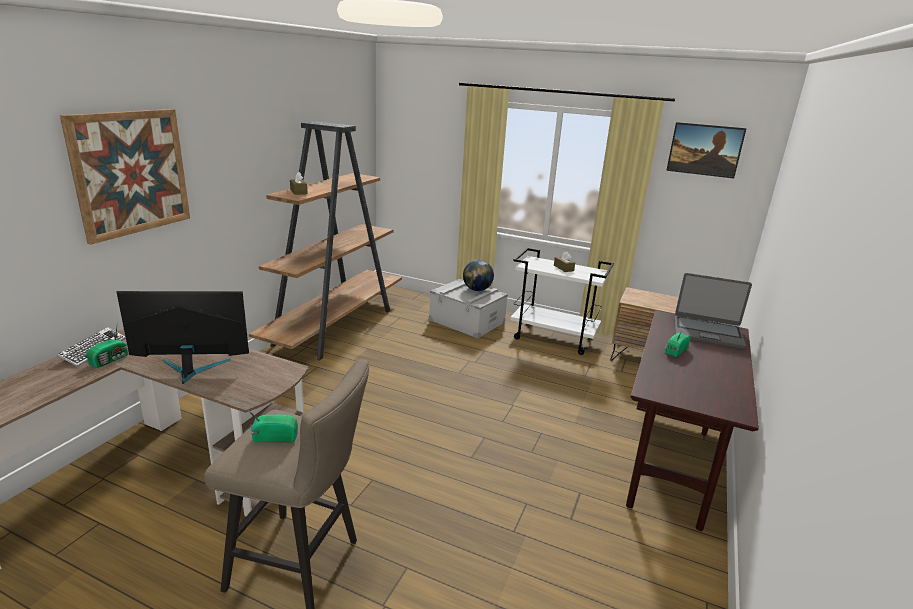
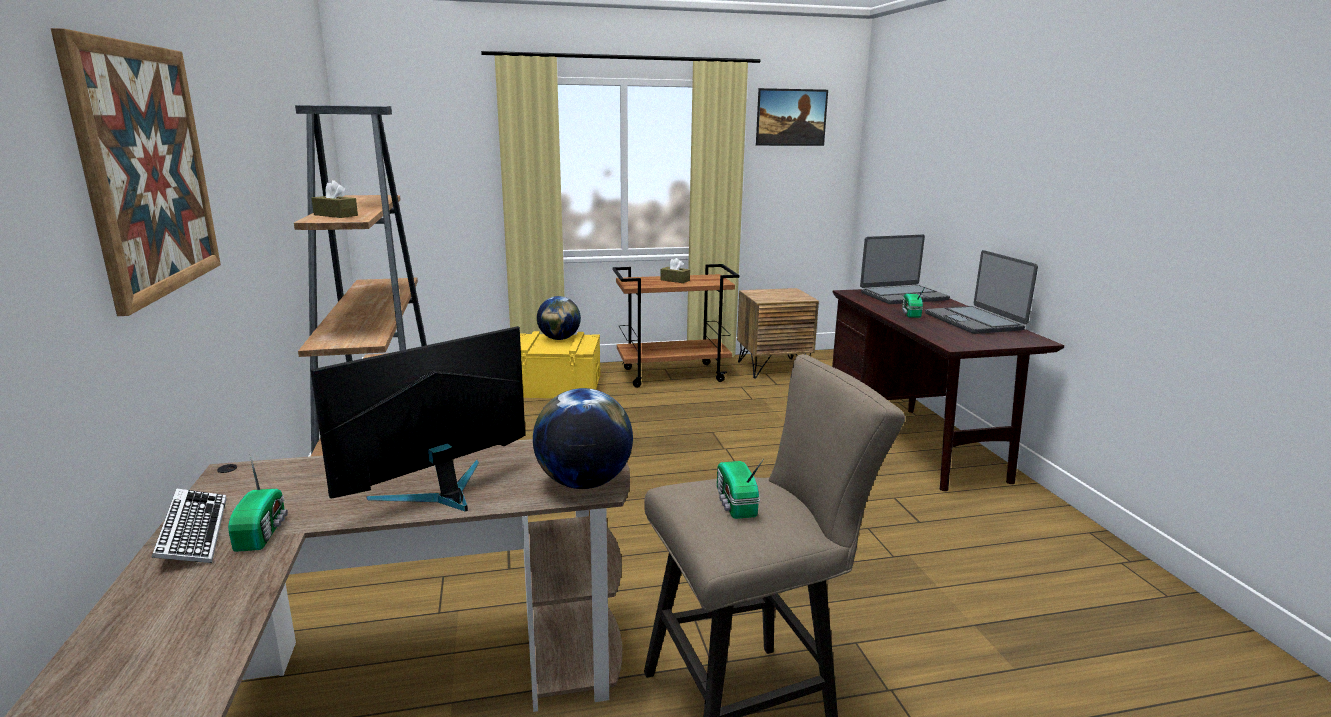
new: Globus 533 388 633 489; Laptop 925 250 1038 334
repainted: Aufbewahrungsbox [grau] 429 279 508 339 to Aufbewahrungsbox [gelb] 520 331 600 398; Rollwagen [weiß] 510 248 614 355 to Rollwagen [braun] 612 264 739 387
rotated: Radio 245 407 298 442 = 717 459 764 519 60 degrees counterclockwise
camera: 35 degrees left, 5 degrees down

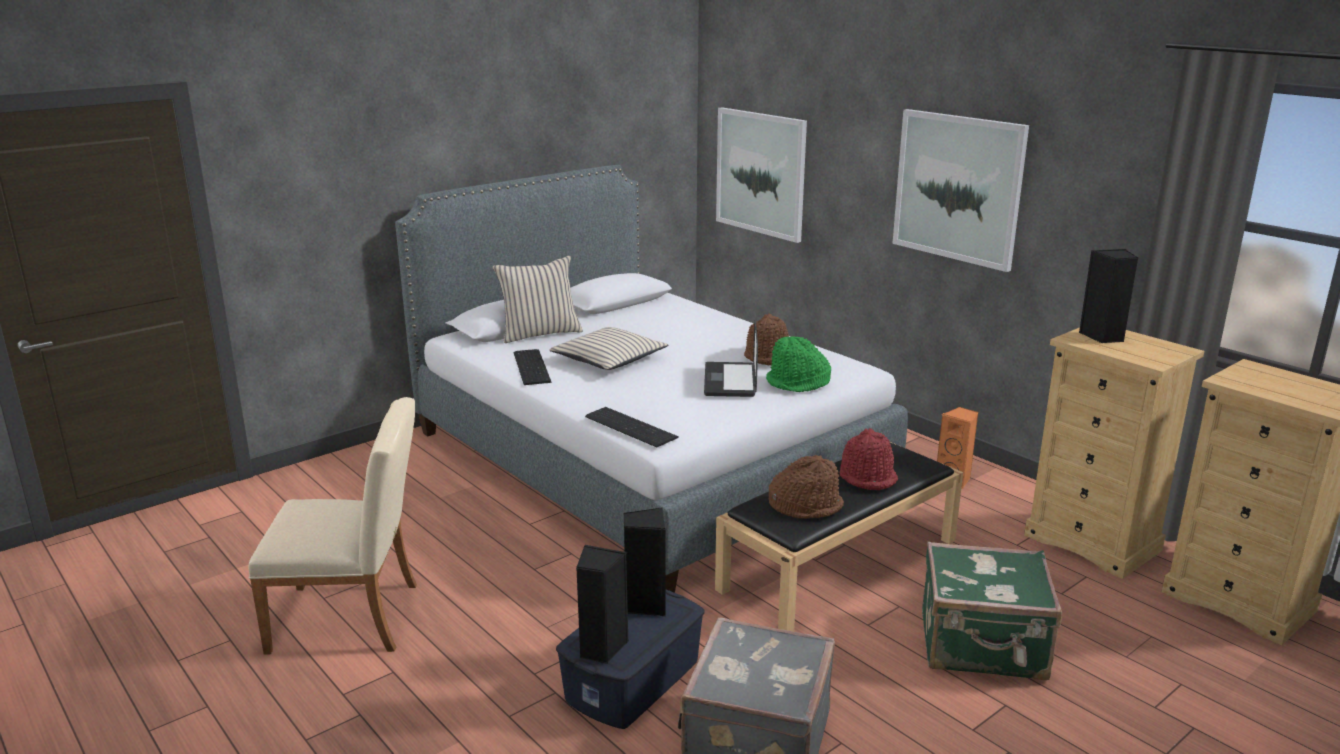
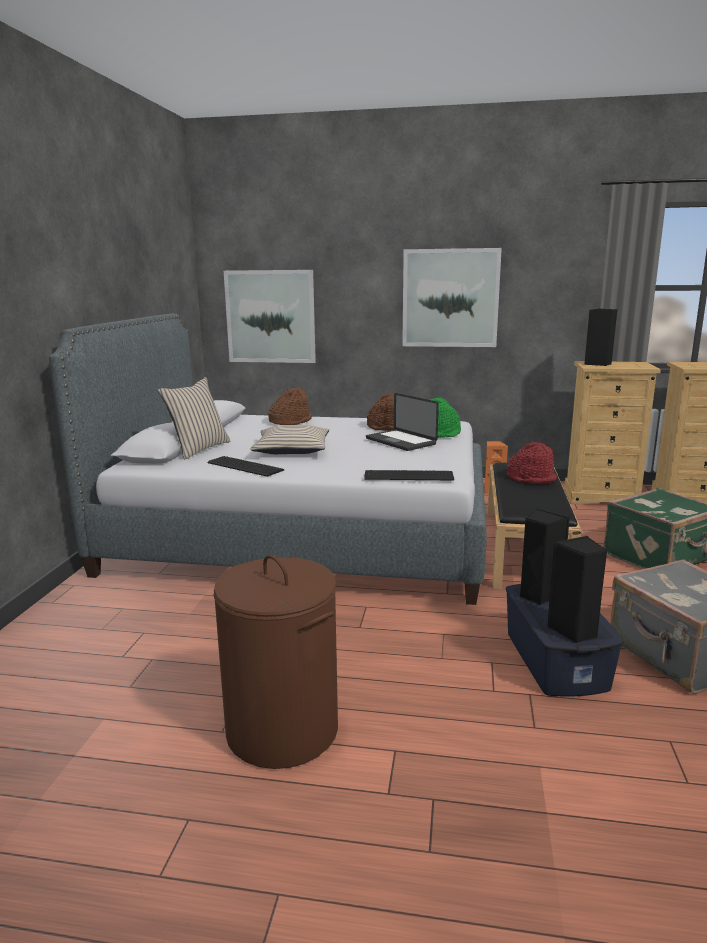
shifted: Hut [braun] 769 455 844 519 to 268 388 312 425
swapped: Stuhl [beige] 249 397 417 655 to Wäschekorb [braun] 213 555 338 769
camera: 40 degrees left, 5 degrees down

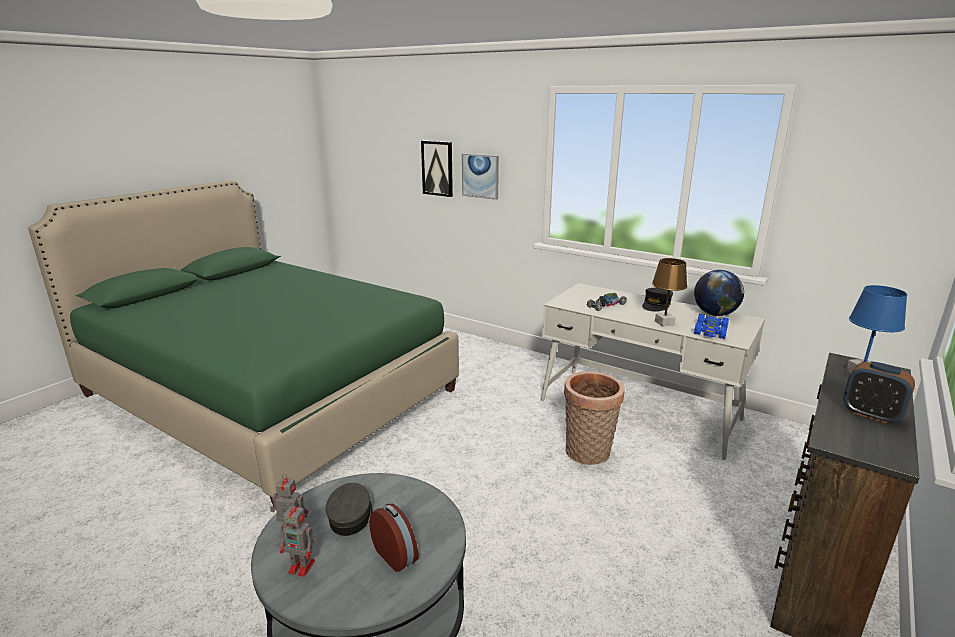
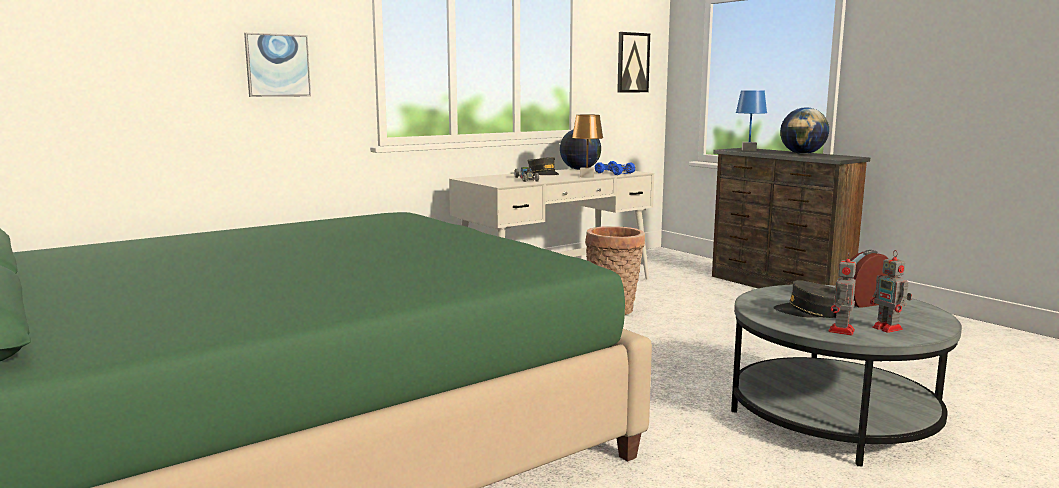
shifted: Bild 421 141 453 197 to 617 32 650 92
swapped: Wecker 843 362 915 424 to Globus 780 107 829 154
rotated: Spielzeugroboter 279 503 318 577 = 870 250 912 333 120 degrees clockwise
camera: 70 degrees left, 10 degrees down

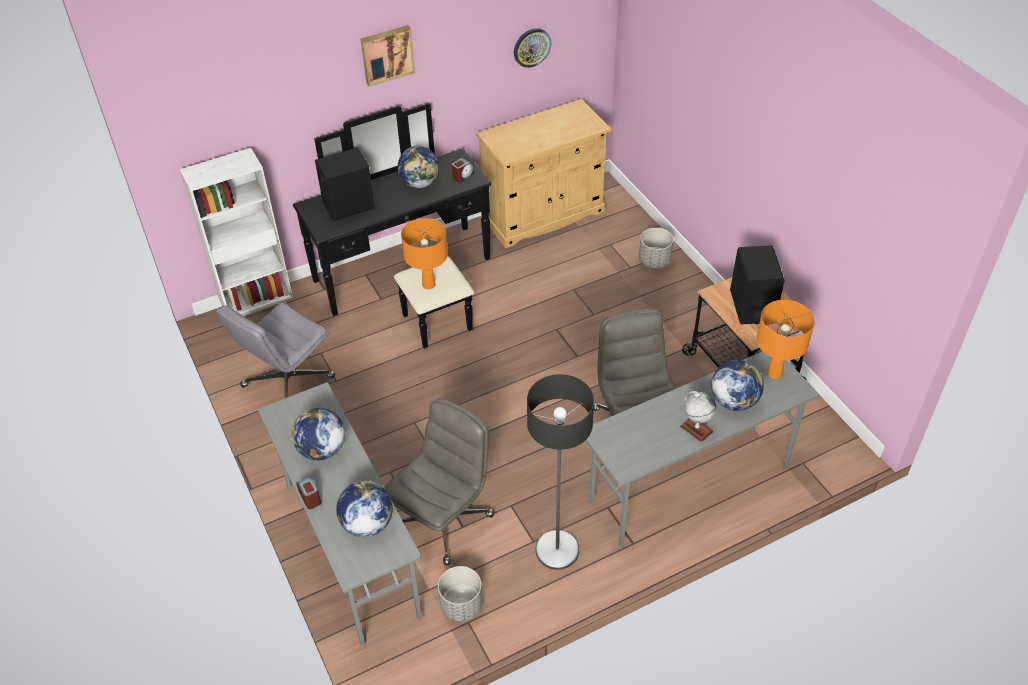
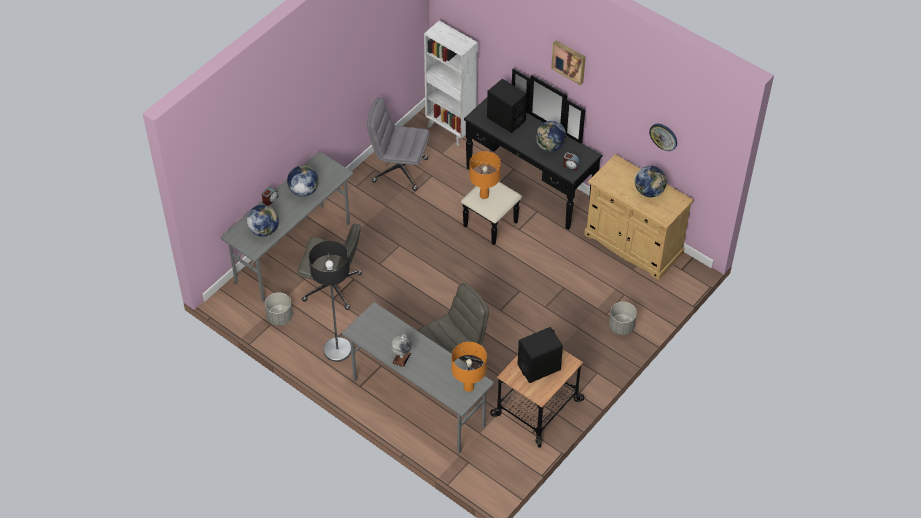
shifted: Globus 711 360 764 411 to 635 166 667 198
camera: 65 degrees right, 5 degrees up

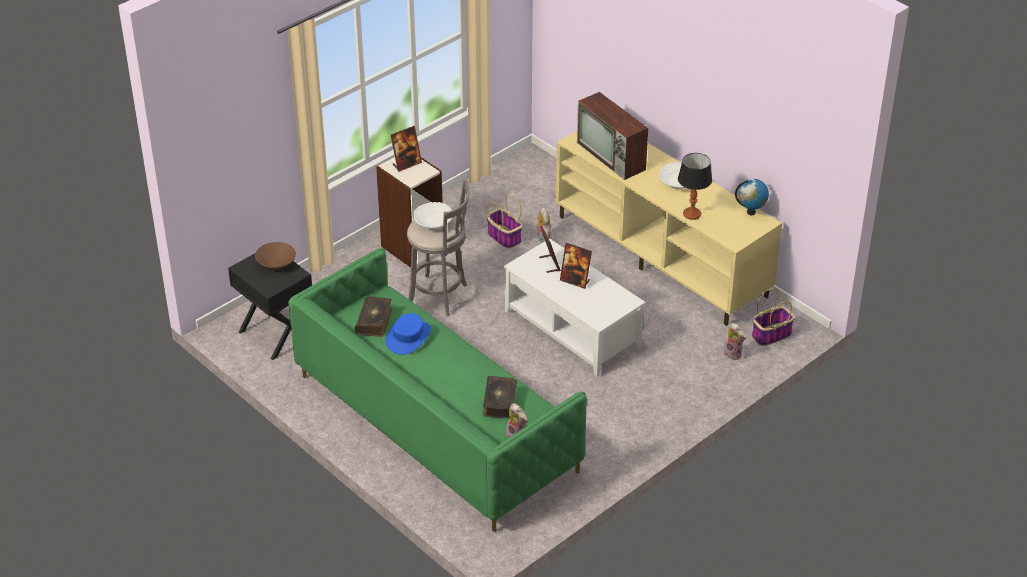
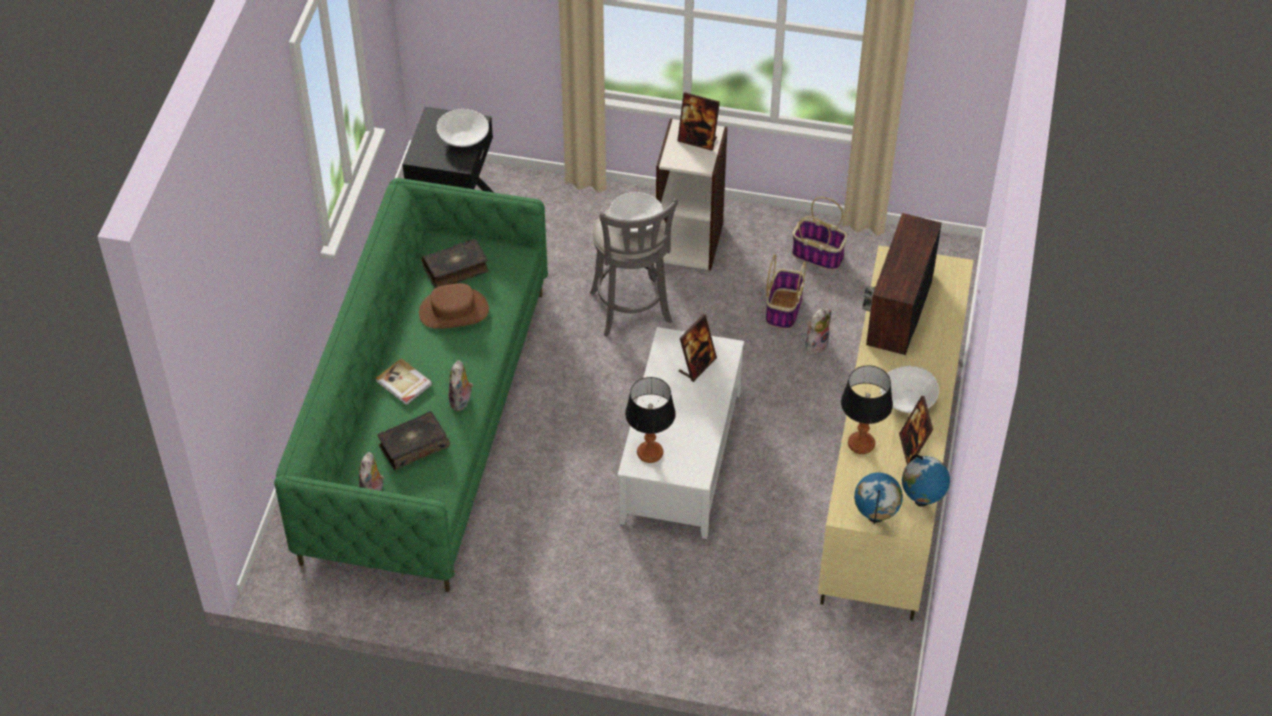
new: Buch 376 358 433 405; Tischlampe 625 377 676 463; Globus 854 472 903 524
shifted: Bilderrahmen 560 243 592 289 to 899 396 933 465; Plüschtier 723 323 746 360 to 449 360 473 411; Korb 752 288 795 346 to 792 197 847 270
repainted: Schüssel [braun] 255 242 296 270 to Schüssel [weiß] 436 109 489 147; Hut [blau] 386 313 431 355 to Hut [braun] 419 283 489 329
camera: 55 degrees right, 10 degrees up

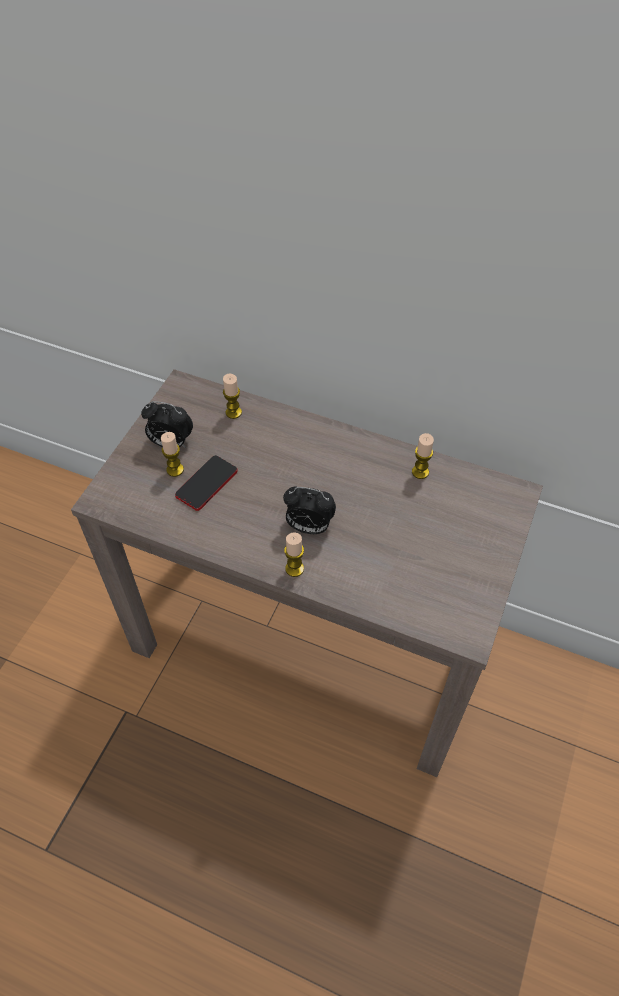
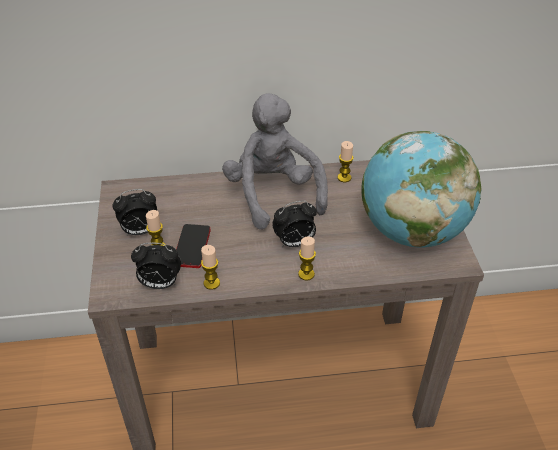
new: Wecker 131 243 181 289; Plüschtier [grau] 222 93 328 230; Globus 361 131 482 247
shifted: Kerze 223 374 242 419 to 201 245 220 290
camera: 30 degrees left, 10 degrees down

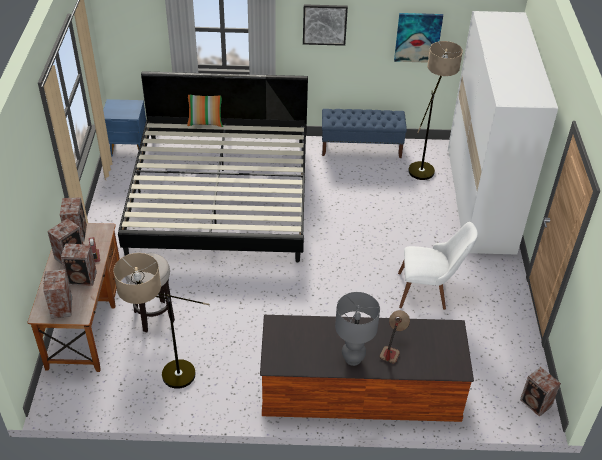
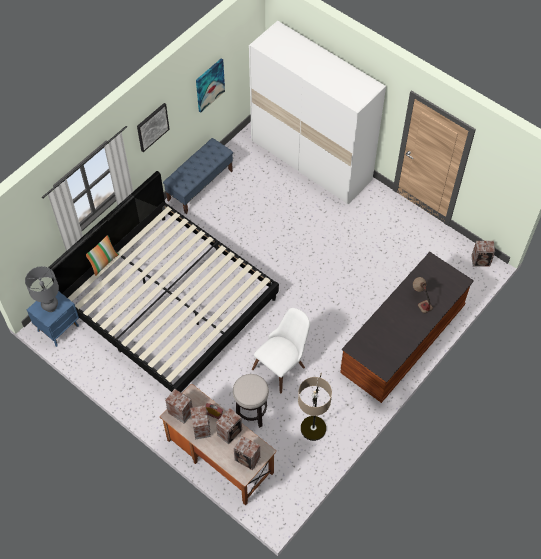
gone: Stehlampe 408 41 463 180
shifted: Tischlampe [grau] 335 292 380 366 to 25 266 59 312; Stuhl [weiß] 398 222 478 310 to 252 308 310 393
camera: 50 degrees left, 15 degrees up

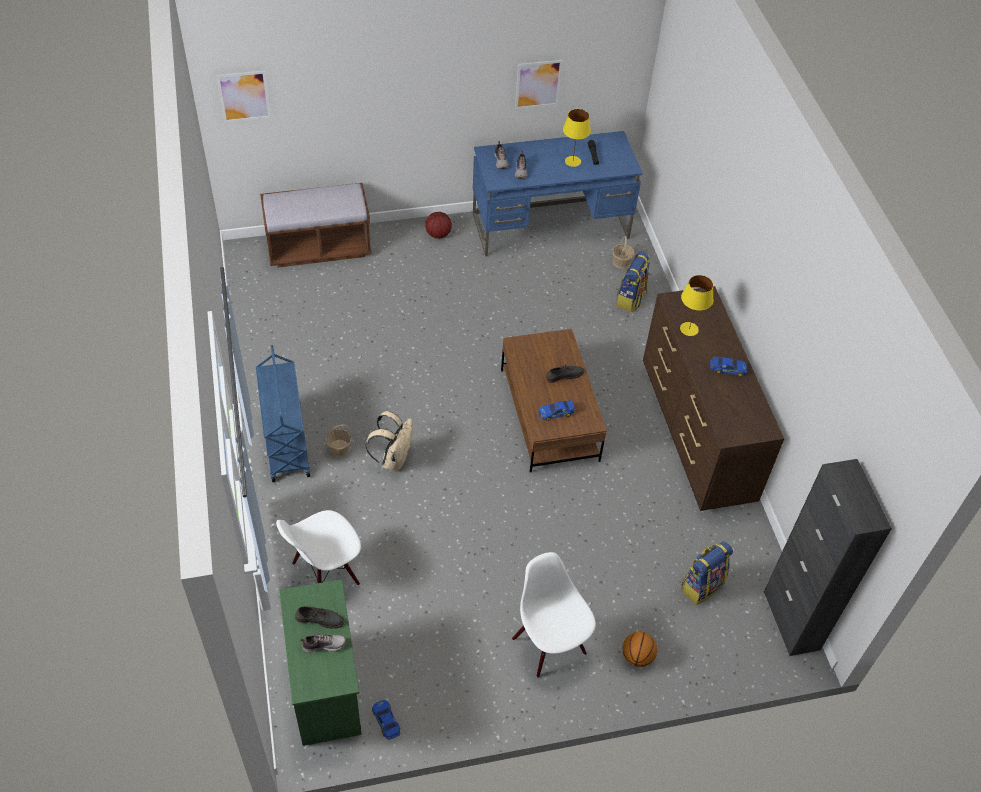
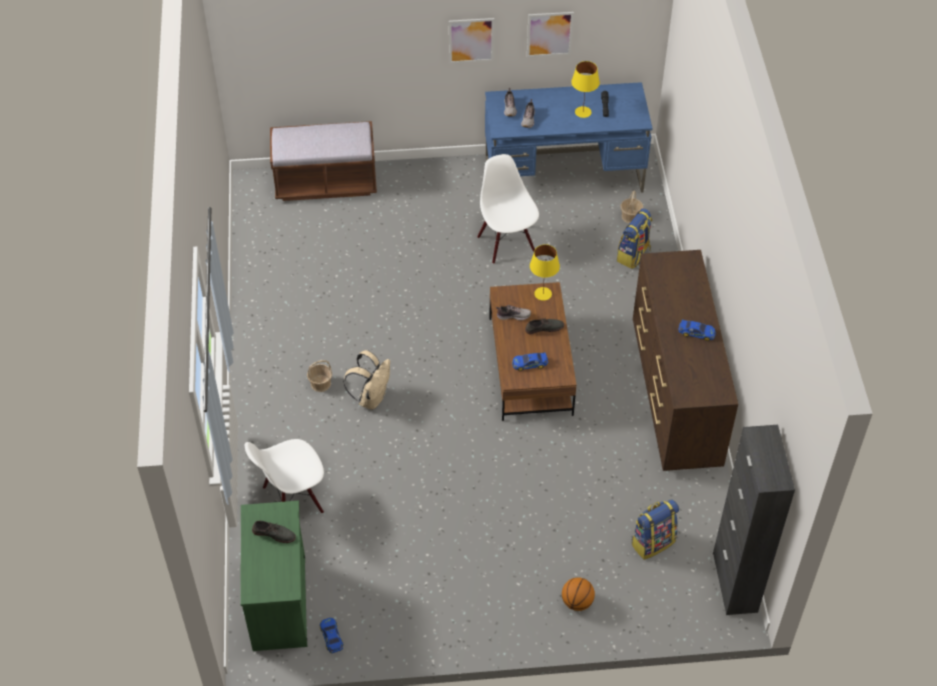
gone: Rollwagen [blau] 256 345 311 482; Basketball 425 212 452 239
shifted: Bild 216 70 271 122 to 449 18 494 63; Schuh 300 634 346 653 to 496 305 531 320; Stuhl [weiß] 512 552 596 678 to 477 154 539 264; Tischlampe [gelb] 680 275 713 336 to 530 244 560 300
camera: 10 degrees right, 0 degrees up

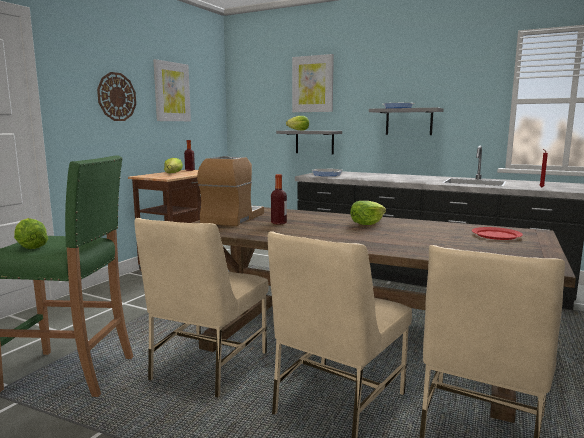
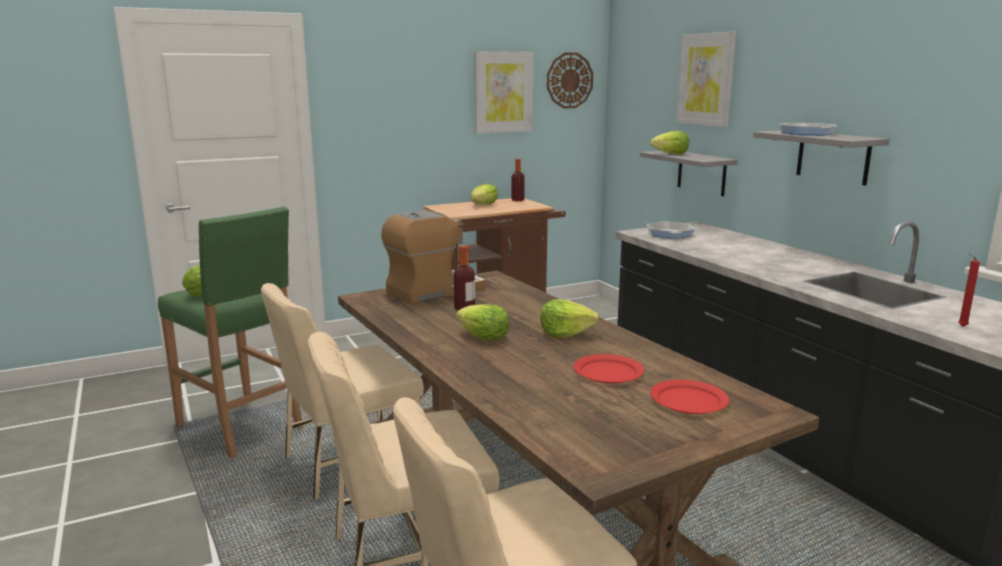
new: Salatkopf 456 304 509 341; Teller [rot] 574 354 644 384
shifted: Wanduhr 97 72 136 121 to 547 52 593 109
camera: 35 degrees right, 5 degrees up

